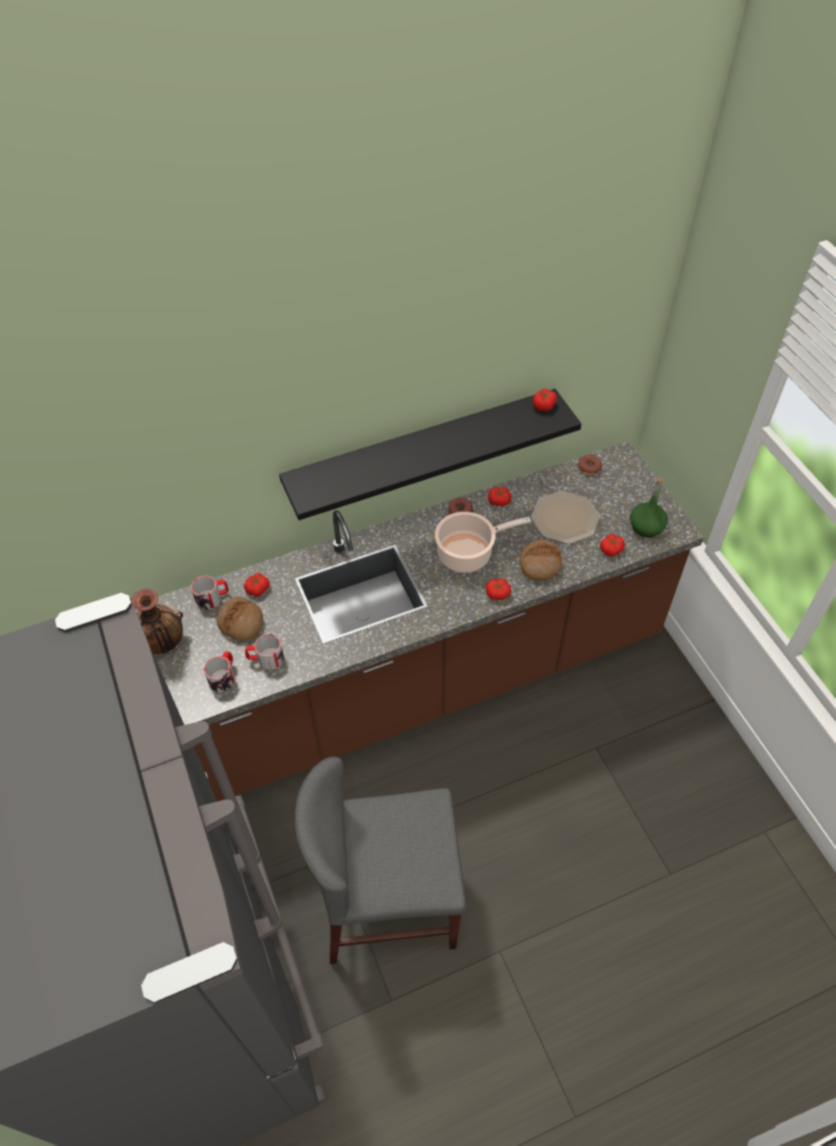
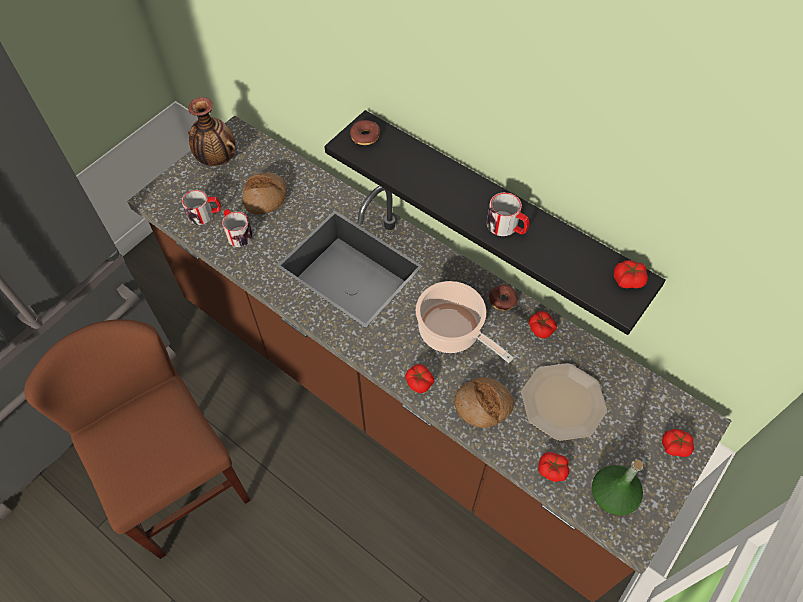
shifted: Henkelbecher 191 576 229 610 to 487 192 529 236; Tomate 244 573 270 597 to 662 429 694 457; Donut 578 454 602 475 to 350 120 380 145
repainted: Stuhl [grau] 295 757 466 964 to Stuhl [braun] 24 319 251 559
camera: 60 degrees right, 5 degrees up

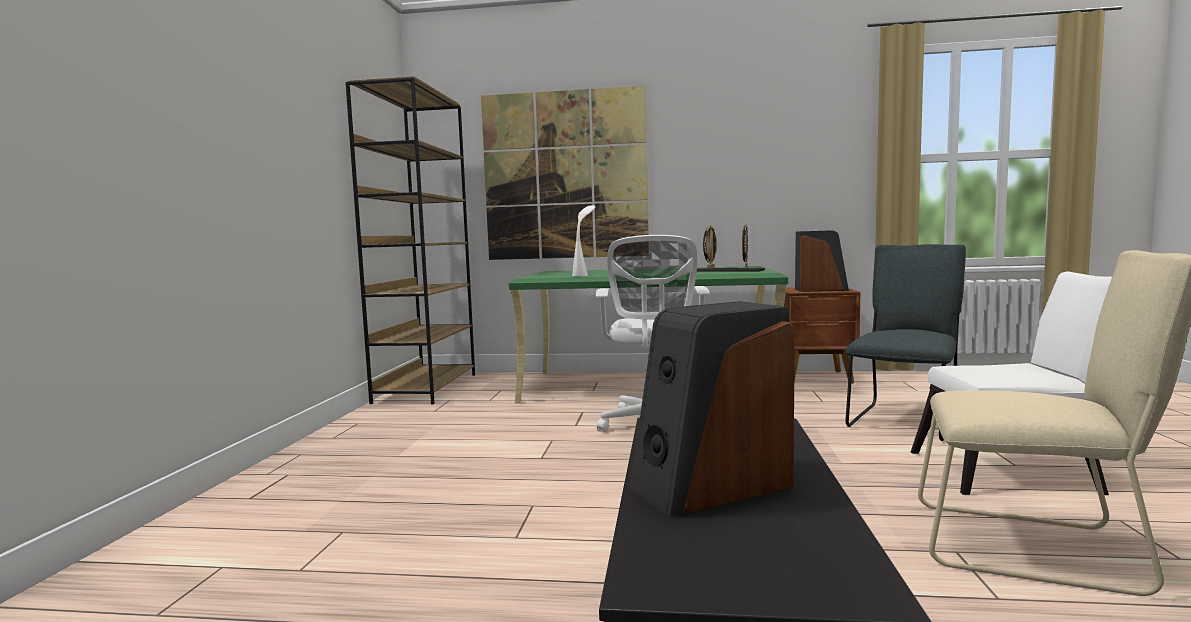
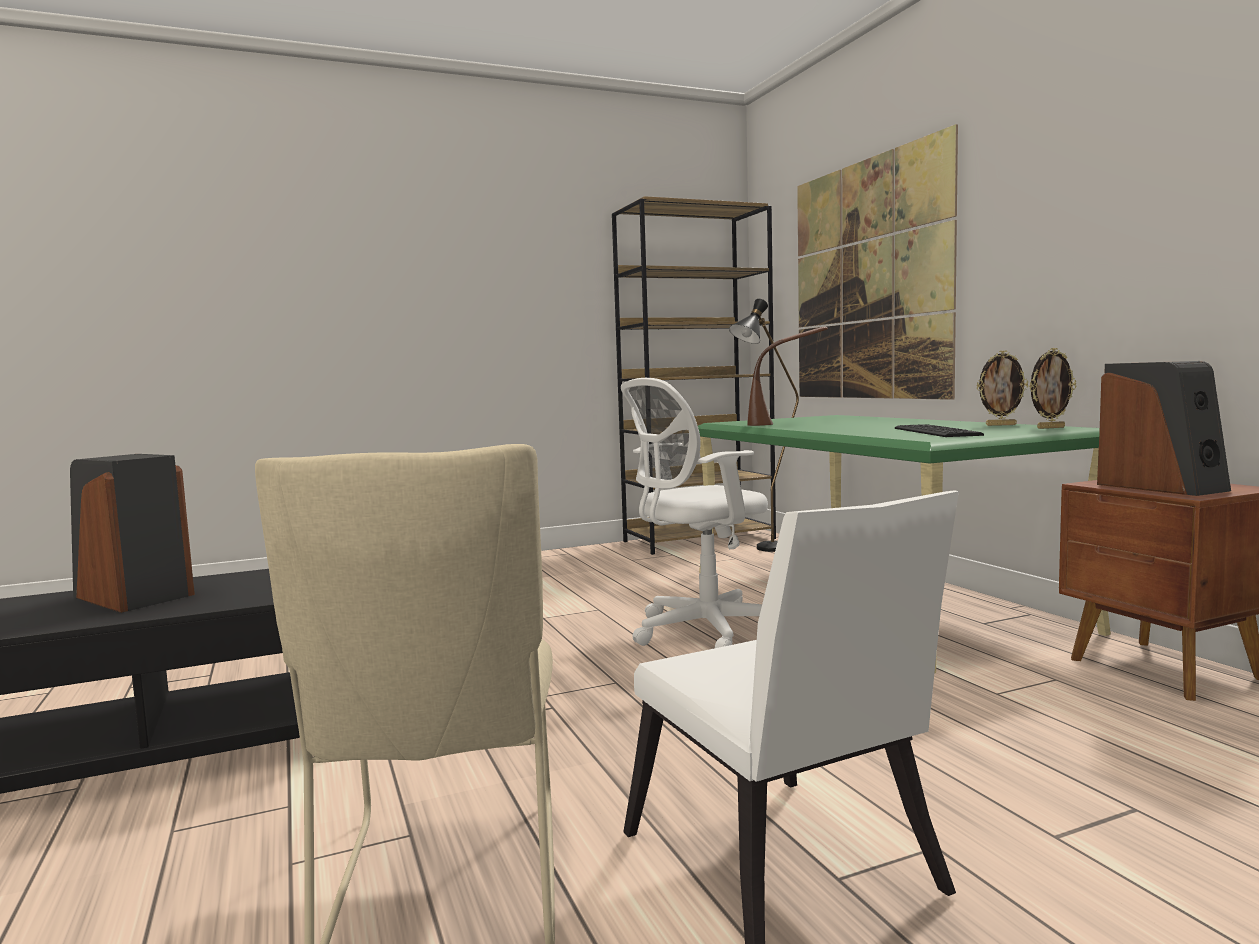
gone: Stuhl [grau] 845 244 966 441
new: Stehlampe [schwarz] 729 299 799 552
repainted: Tischlampe [weiß] 572 205 596 277 to Tischlampe [braun] 747 327 828 426
camera: 60 degrees right, 0 degrees up

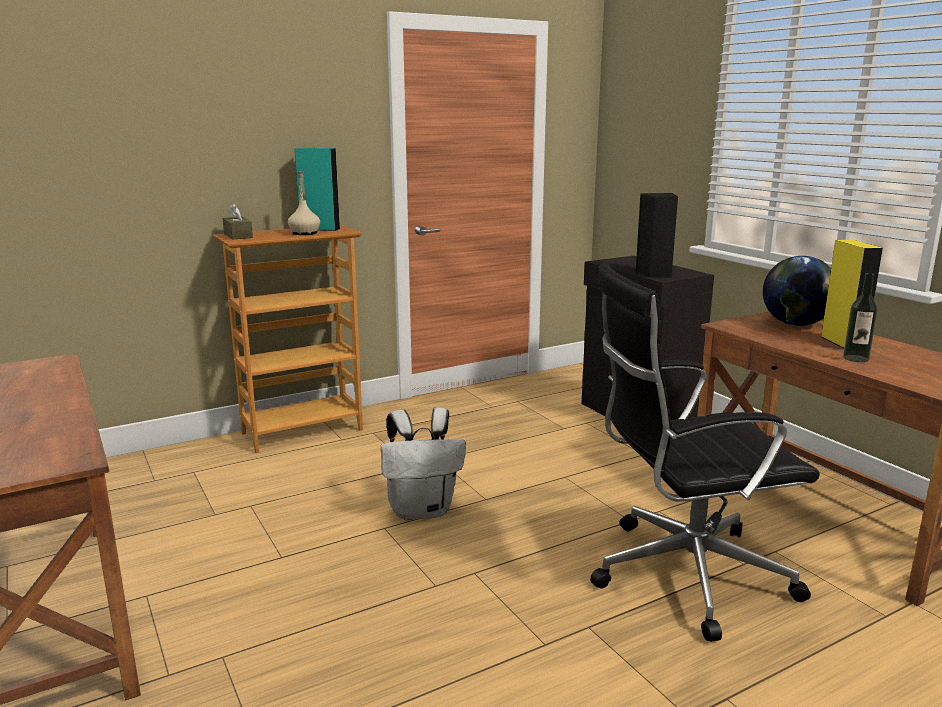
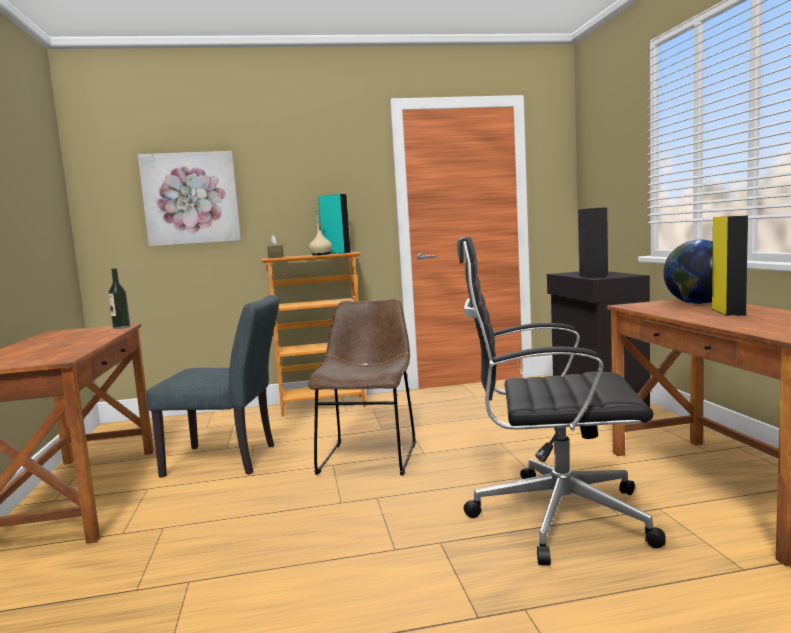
new: Bild 138 151 241 246; Stuhl [grau] 146 295 279 477
shifted: Flasche 843 273 878 362 to 108 268 130 329
swapped: Rucksack [weiß] 381 407 466 520 to Stuhl [braun] 308 299 416 475
camera: 20 degrees right, 10 degrees down

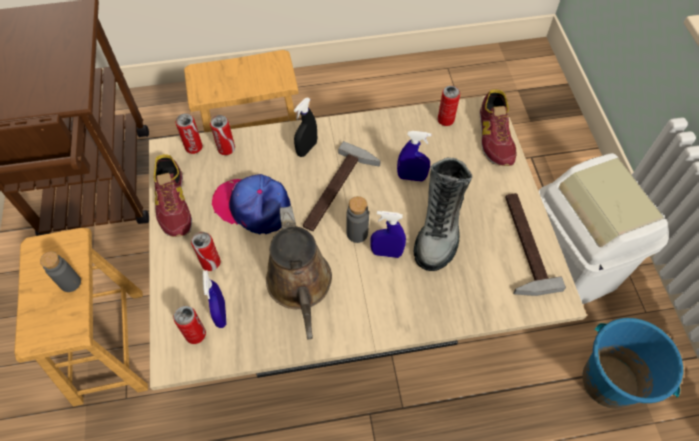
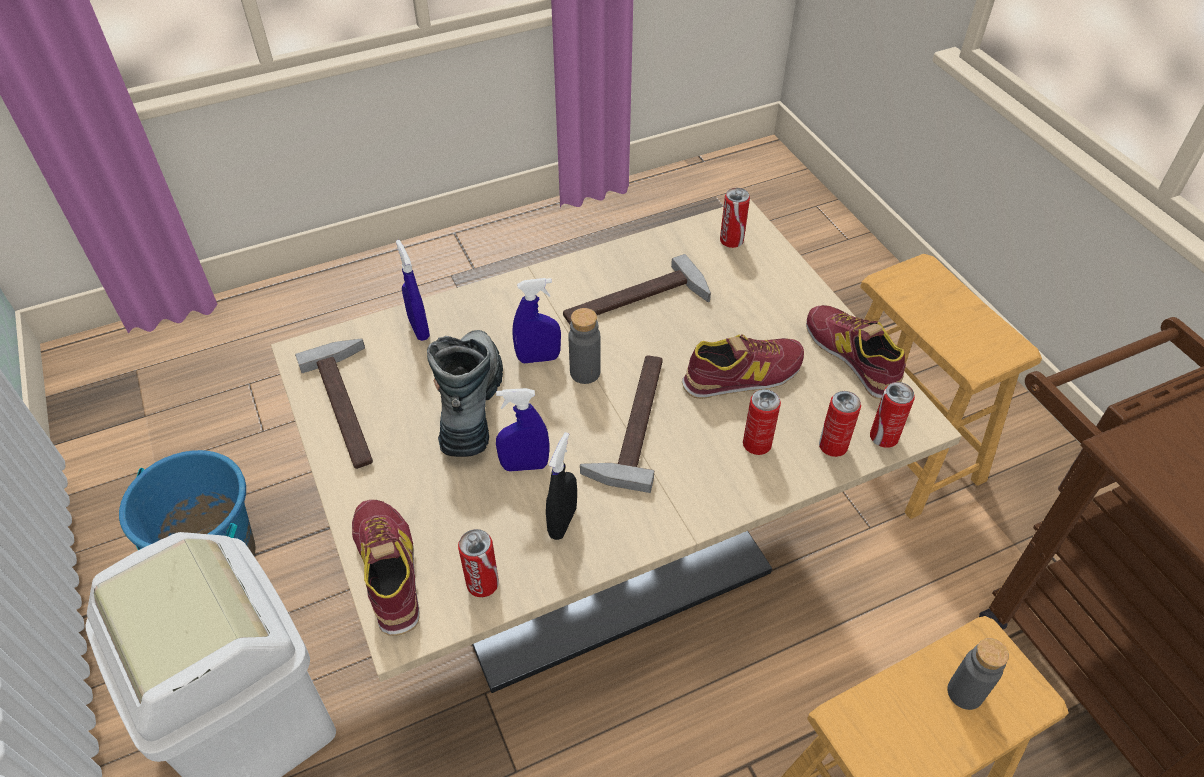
shifted: Flasche [grau] 40 251 81 292 to 947 638 1009 710; Dose 191 232 221 271 to 743 389 781 455; Sprühflasche [blau] 203 270 227 328 to 396 240 430 341; Sprühflasche [schwarz] 294 97 317 157 to 546 432 577 540
swapped: Kappe 212 174 291 235 to Schuh 682 334 804 399; Gießkanne [braun] 266 206 332 339 to Hammer 563 254 711 324
camera: 165 degrees right, 10 degrees down

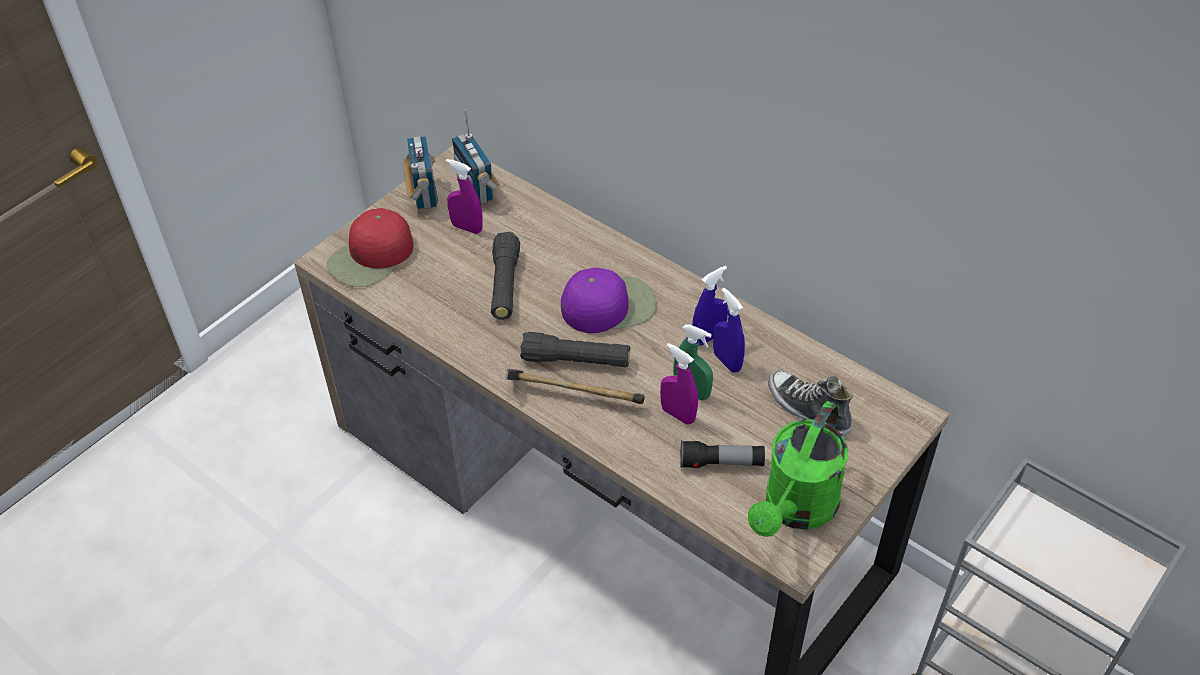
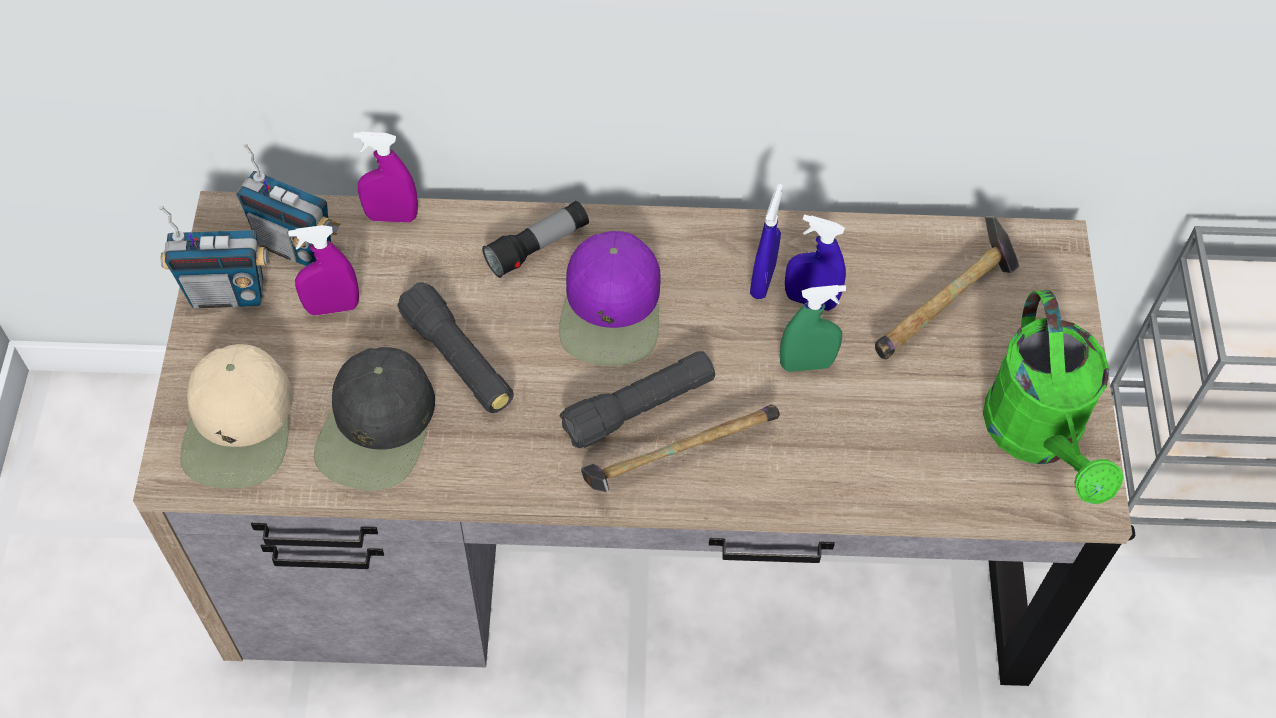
new: Kappe [schwarz] 314 347 435 491
shifted: Sprühflasche [lila] 660 343 698 425 to 354 132 418 222; Taschenlampe 680 440 765 468 to 482 201 589 278
swapped: Schuh 768 370 853 436 to Hammer 875 216 1019 360
repainted: Kappe [rot] 327 208 413 287 to Kappe [beige] 180 344 293 488
rotated: Radio 403 137 438 209 = 159 206 270 309 135 degrees clockwise; Kappe [lila] 561 268 657 333 = 559 231 661 366 150 degrees clockwise
camera: 40 degrees left, 10 degrees up

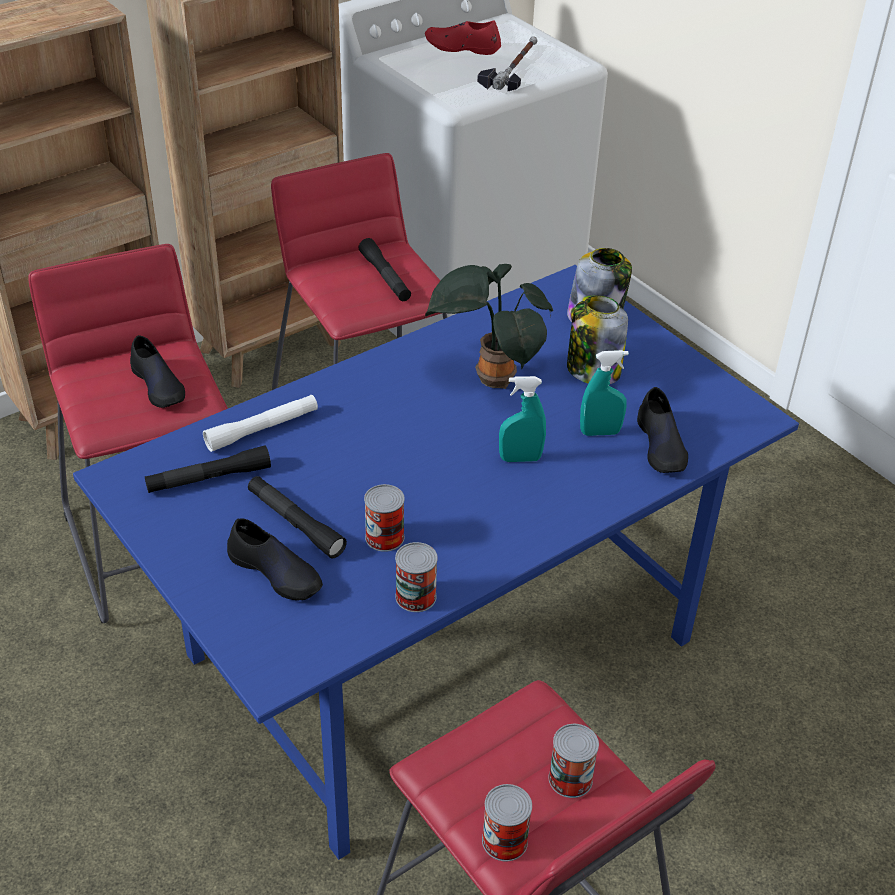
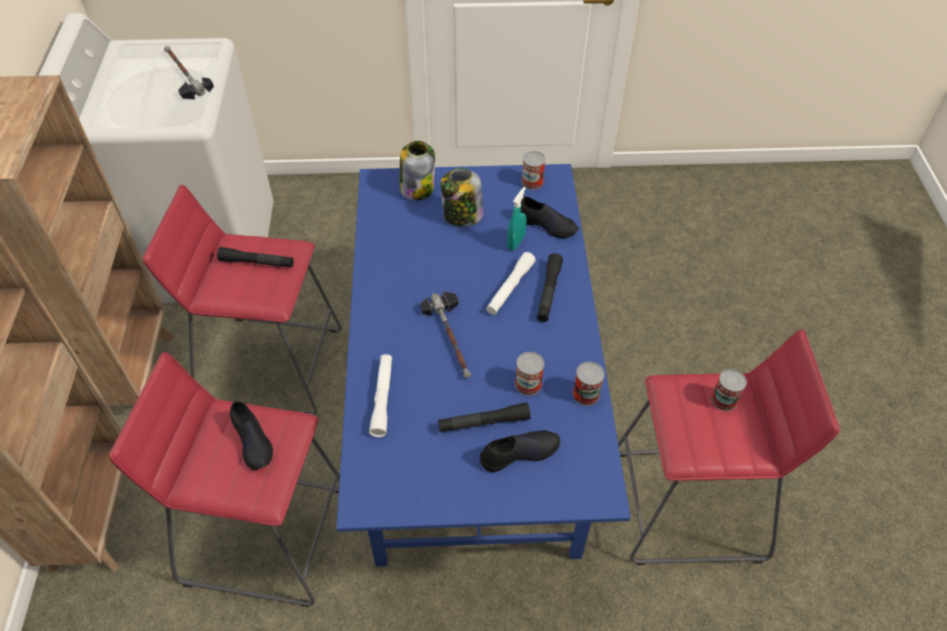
gone: Topfpflanze 424 264 553 389; Schuh [rot] 425 21 501 55
new: Hammer 420 291 472 378
shifted: Taschenlampe [schwarz] 145 445 271 493 to 537 253 563 322; Dose 482 784 532 861 to 521 151 546 190
swapped: Sprühflasche [türkis] 499 376 546 462 to Taschenlampe [weiß] 486 252 536 315
rotated: Schuh [schwarz] 130 335 185 408 = 230 401 273 470 60 degrees clockwise
camera: 55 degrees left, 10 degrees up

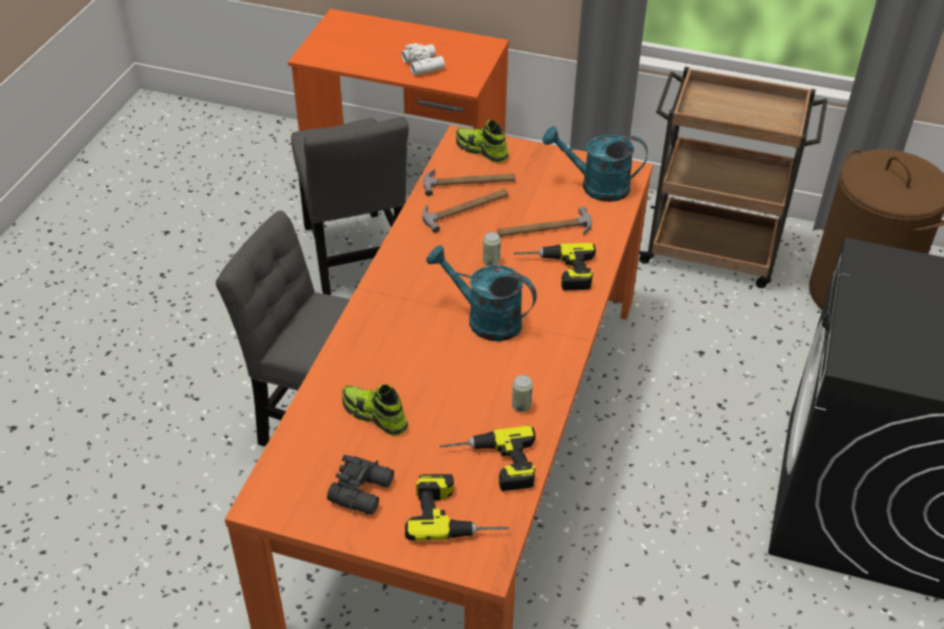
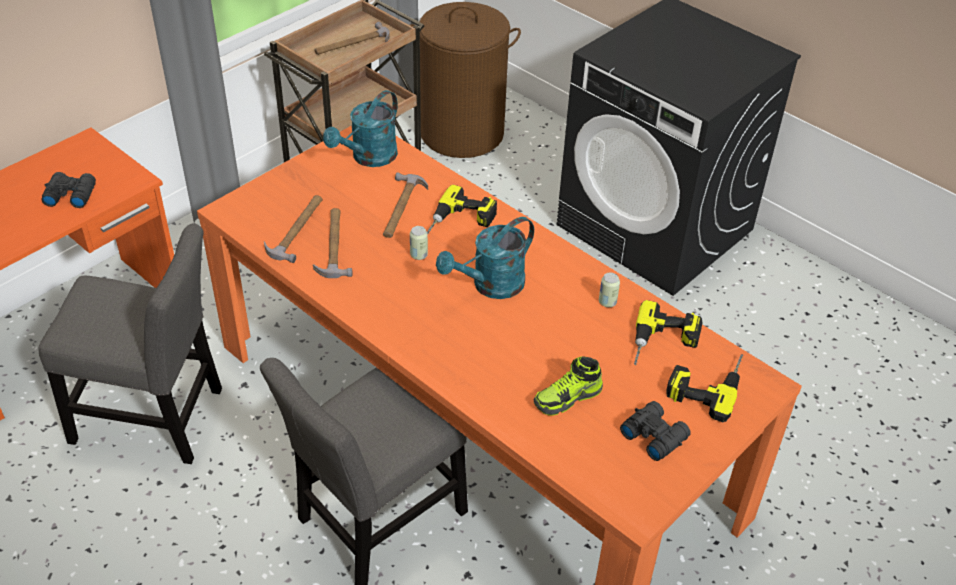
gone: Schuh 456 120 509 163
new: Hammer 314 22 390 55
repainted: Fernglas [weiß] 402 43 445 75 to Fernglas [schwarz] 41 172 96 208
camera: 65 degrees left, 0 degrees up

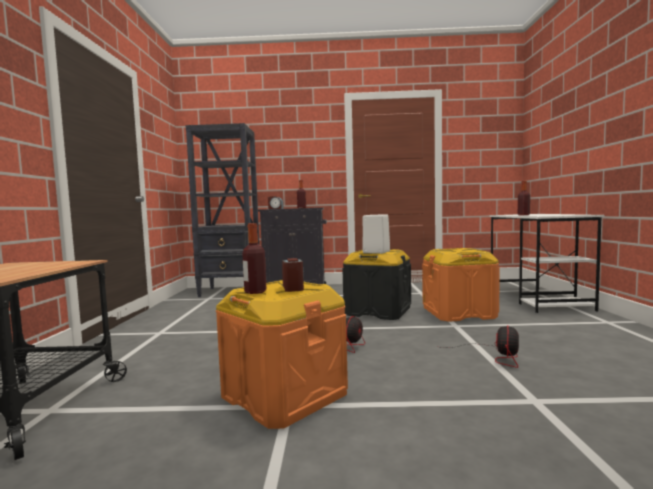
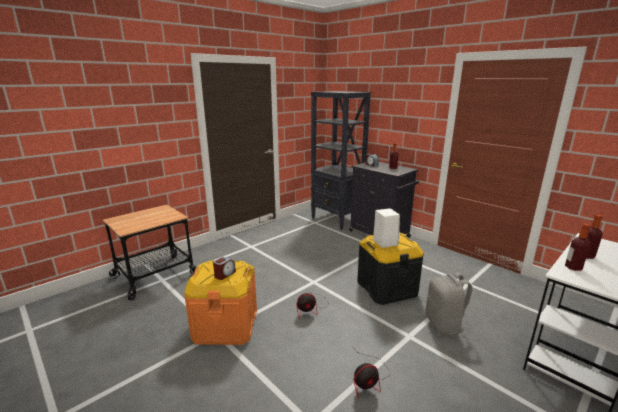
shifted: Flasche 242 223 266 294 to 565 223 590 271
swapped: Aufbewahrungsbox [orange] 422 248 500 322 to Rucksack [grau] 425 272 472 336
camera: 45 degrees right, 15 degrees up

